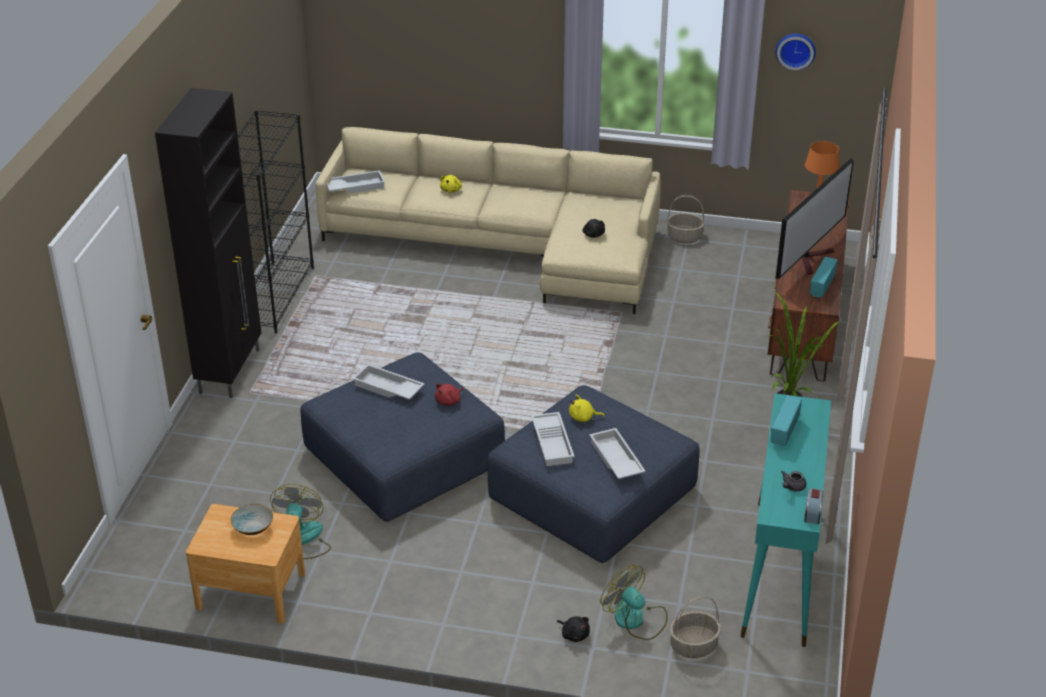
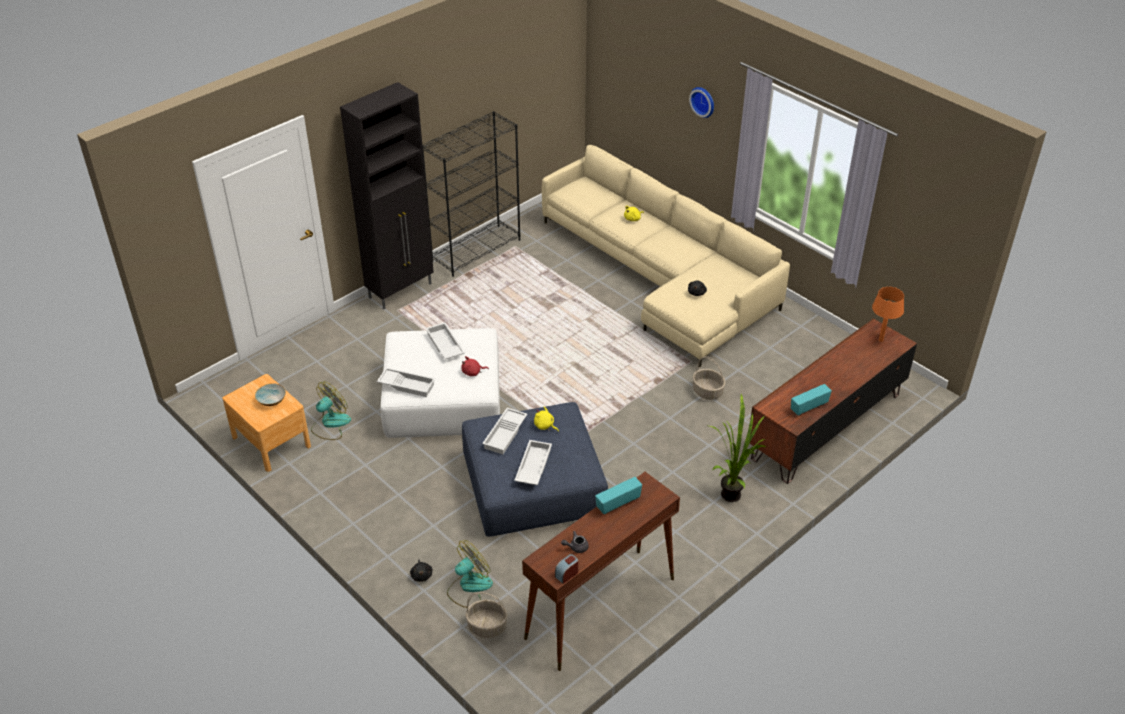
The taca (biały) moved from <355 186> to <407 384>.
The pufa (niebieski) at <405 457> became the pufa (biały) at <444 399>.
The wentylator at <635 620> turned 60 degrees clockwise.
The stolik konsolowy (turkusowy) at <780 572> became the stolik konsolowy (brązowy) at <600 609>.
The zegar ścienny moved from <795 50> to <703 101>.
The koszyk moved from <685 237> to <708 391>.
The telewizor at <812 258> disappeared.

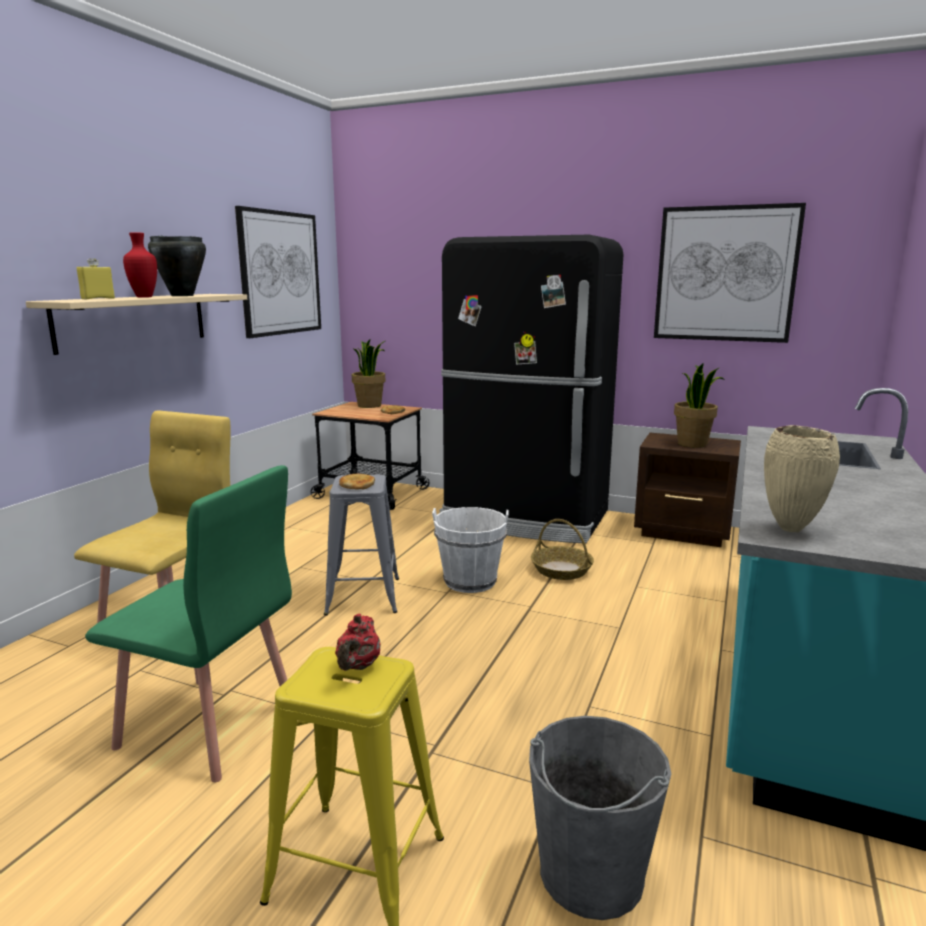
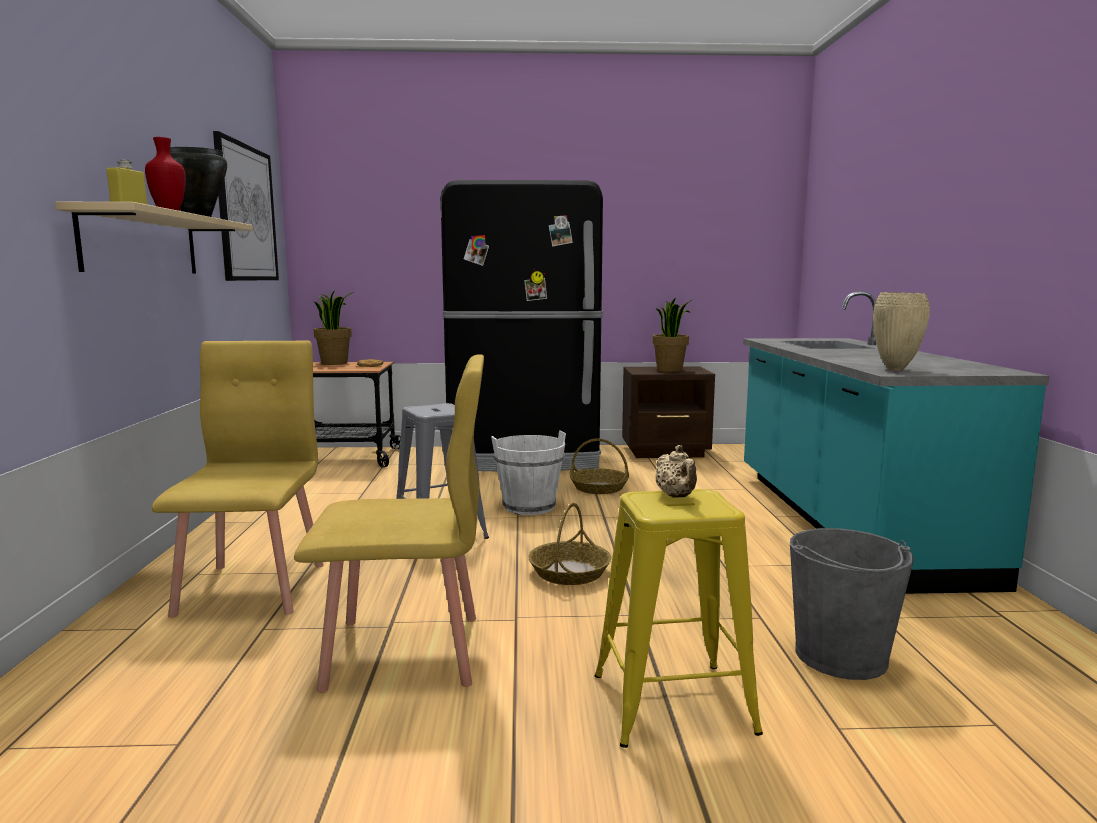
The krzesło (zielony) at <208 727> became the krzesło (żółty) at <406 652>.
The koszyk at <569 572> appeared.
The imbryk (czerwony) at <358 666> became the imbryk (beżowy) at <676 496>.
The chleb at <357 484> disappeared.
The obraz at <725 274> disappeared.

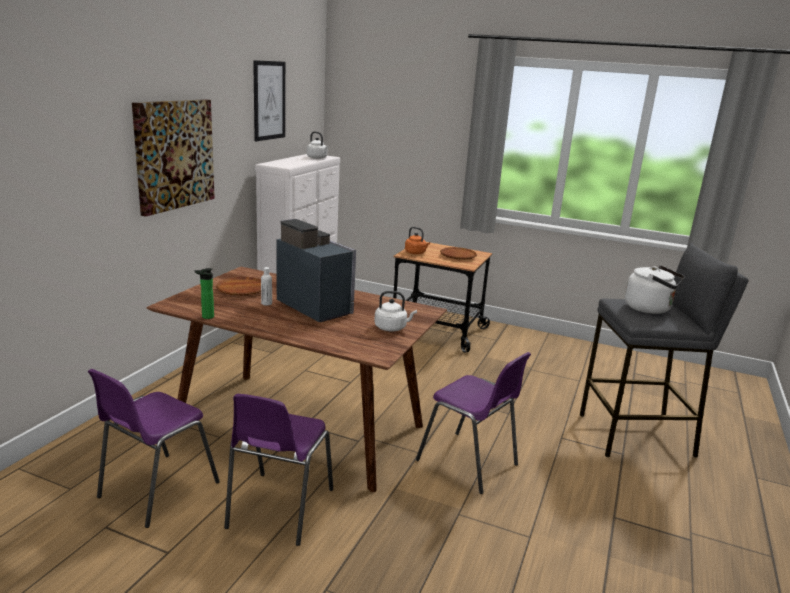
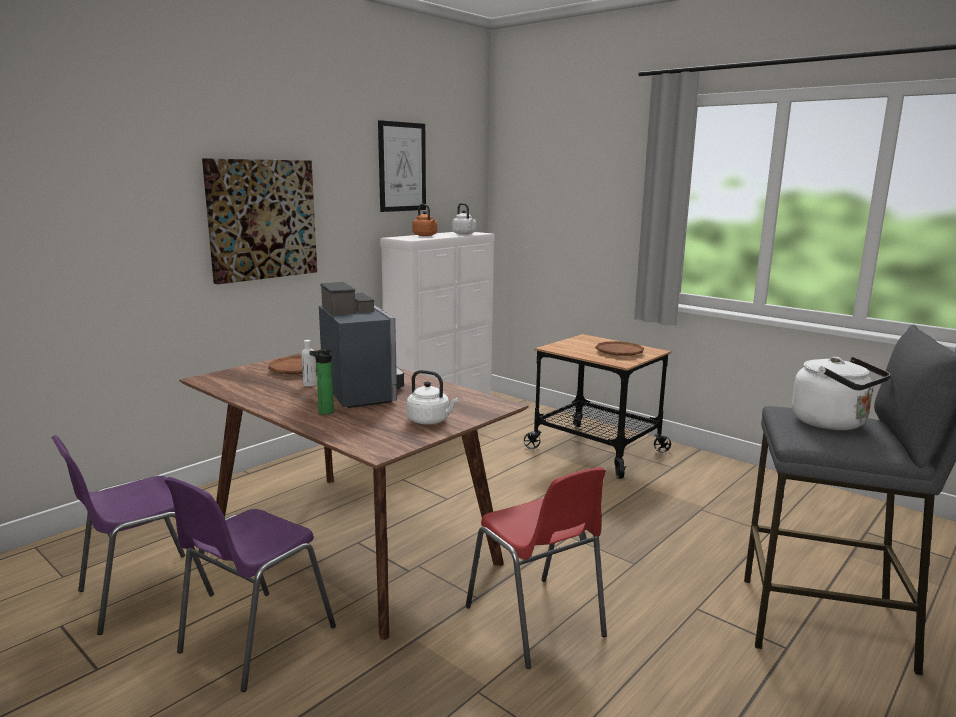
The butelka moved from <206 317> to <323 412>.
The czajnik (pomarańczowy) moved from <416 253> to <425 235>.
The krzesło (fioletowy) at <469 463> became the krzesło (czerwony) at <536 623>.

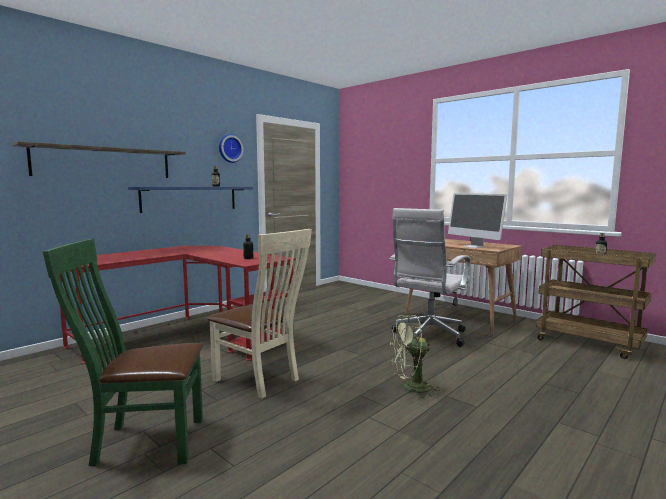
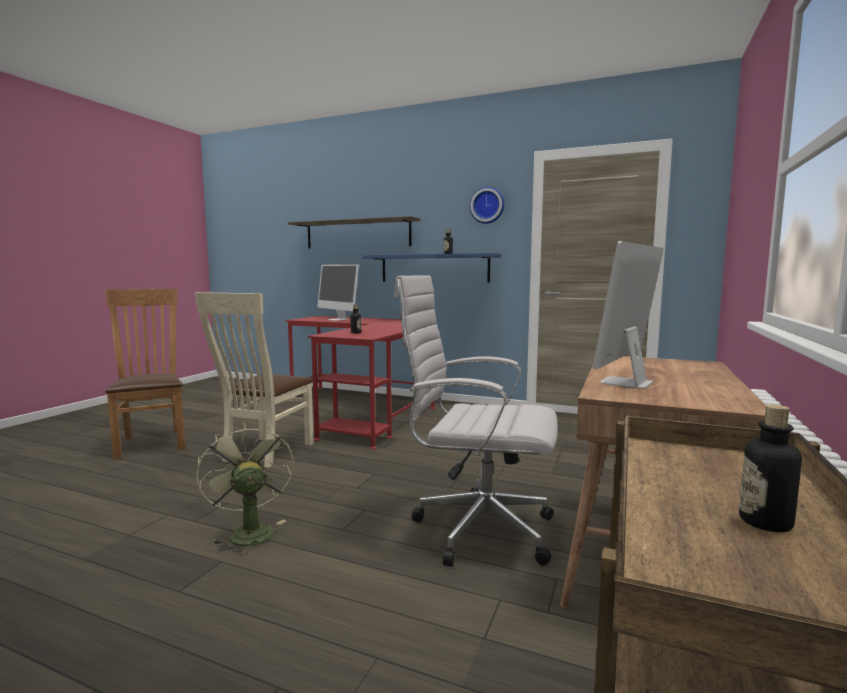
The krzesło (zielony) at <143 442> became the krzesło (brązowy) at <152 442>.
The monitor at <337 319> appeared.

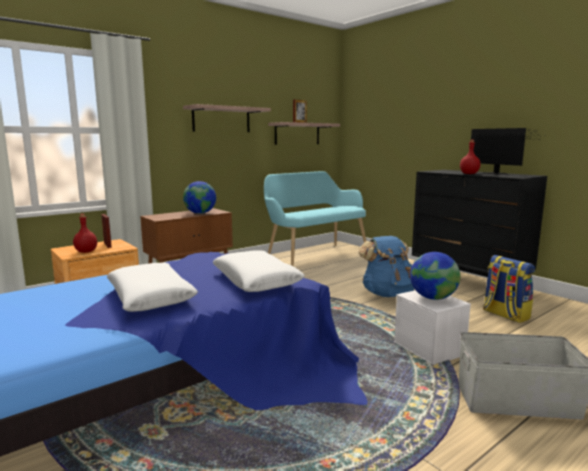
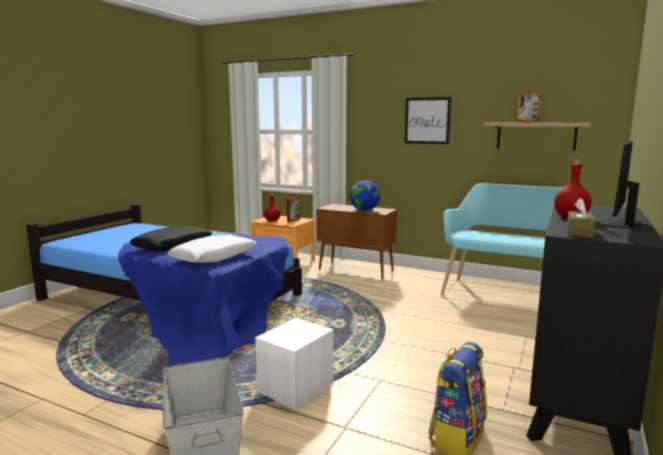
The poduszka (biały) at <151 297> became the poduszka (czarny) at <172 246>.
The półka at <221 119> was replaced by the obraz at <427 120>.
The pudełko chusteczek (brązowy) at <579 232> appeared.
The plecak (niebieski) at <388 294> disappeared.
The globus at <433 298> disappeared.

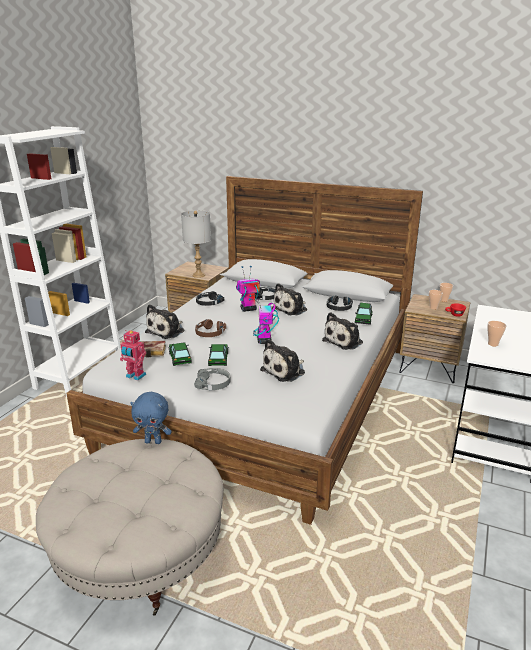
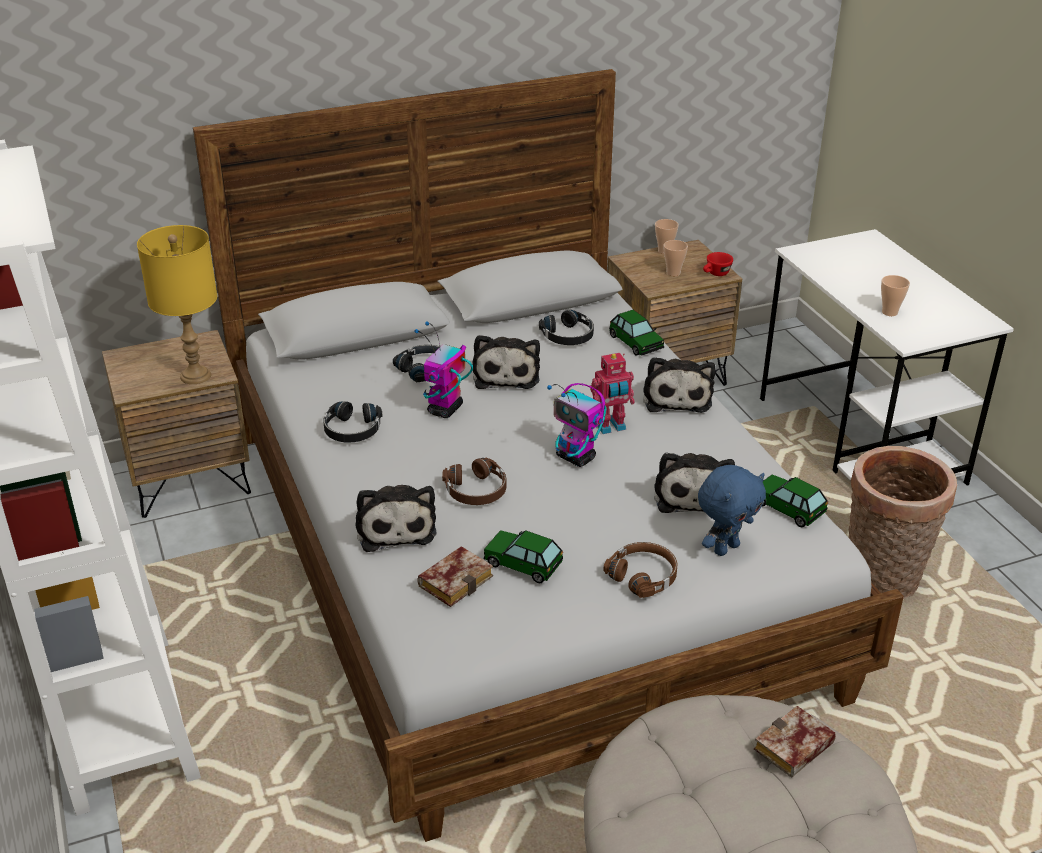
The lampa stołowa (szary) at <198 275> became the lampa stołowa (żółty) at <195 375>.
The robot zabawkowy moved from <135 376> to <611 427>.
The słuchawki (szary) at <213 384> became the słuchawki (brązowy) at <643 576>.
The pluszak (niebieski) moved from <153 441> to <725 548>.
The książka at <793 750> appeared.
The samochodzik moved from <218 359> to <788 507>.
The koszyk at <882 581> appeared.

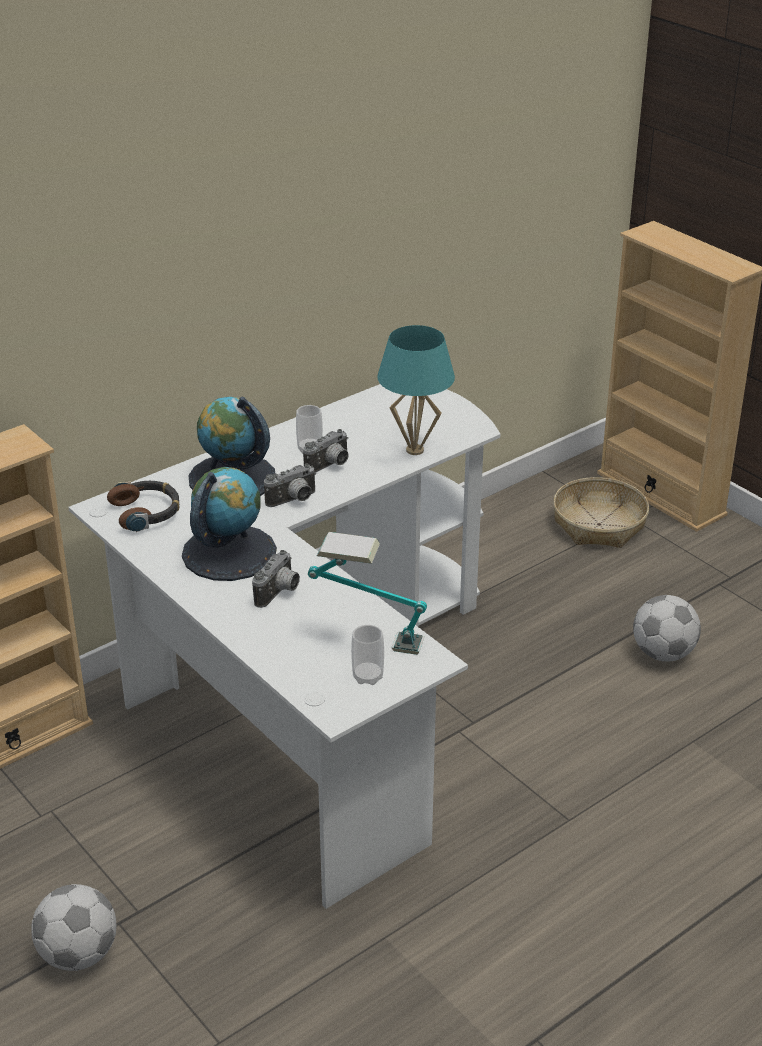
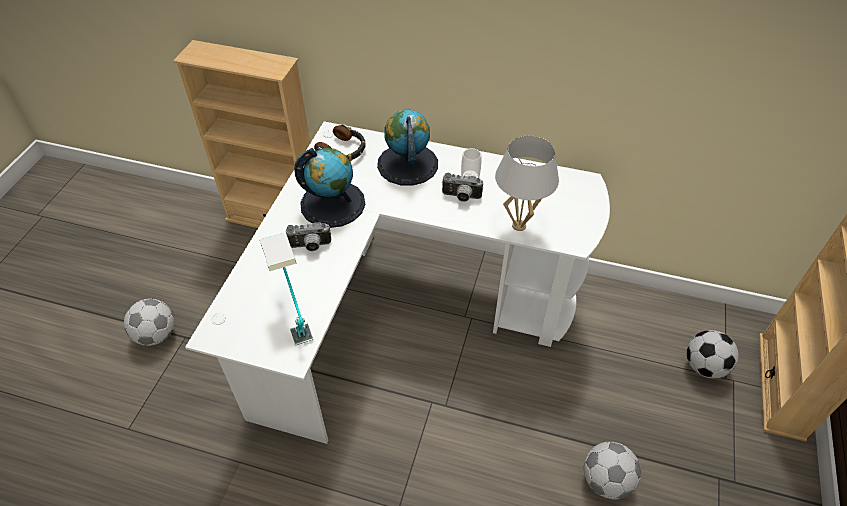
The lampa stołowa (turkusowy) at <415 450> became the lampa stołowa (biały) at <519 225>.
The koszyk at <598 525> was replaced by the piłka futbolowa at <703 366>.
The aparat fotograficzny at <294 501> disappeared.
The filiżanka at <367 677> disappeared.

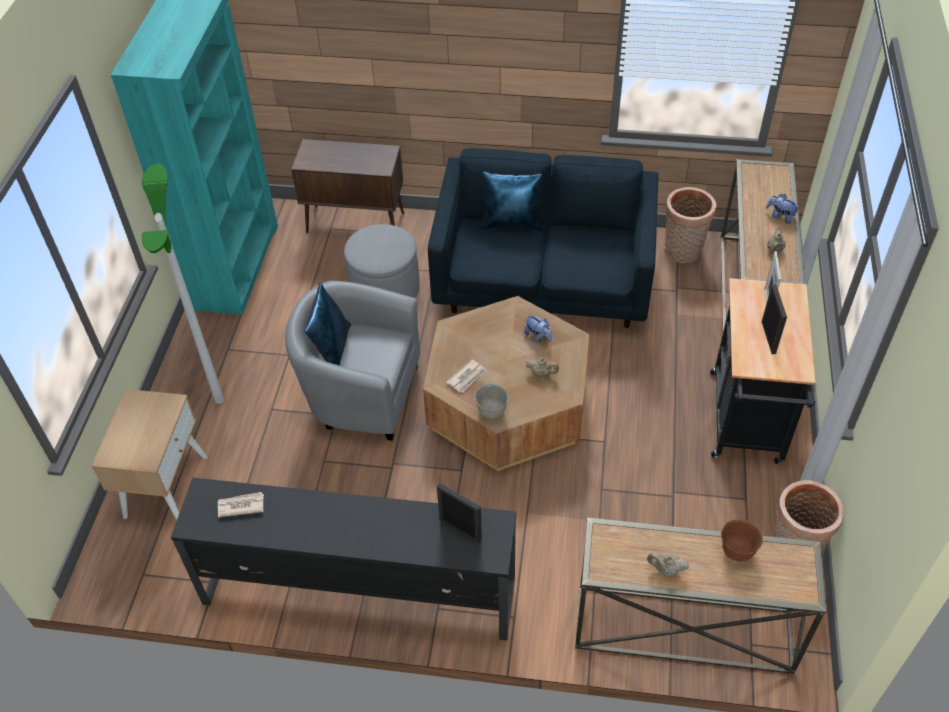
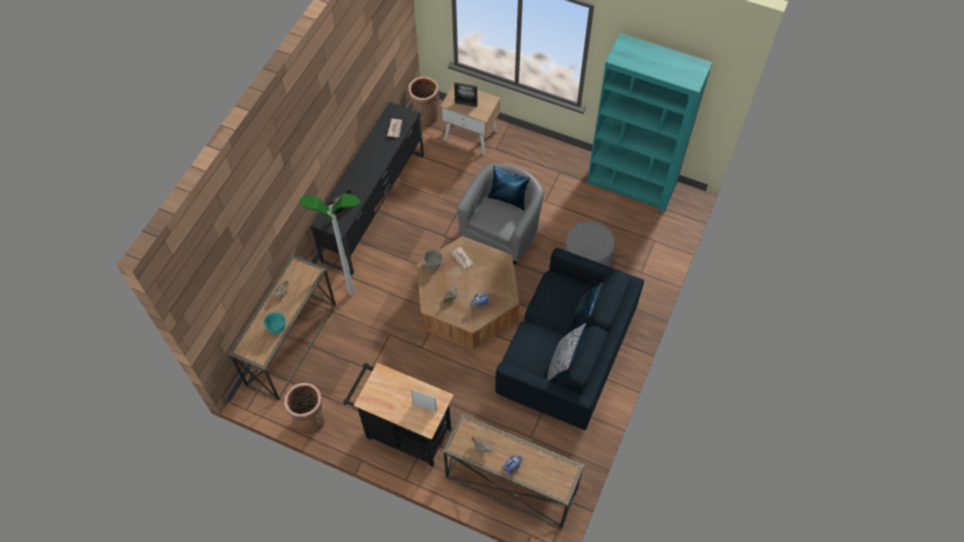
The miska (brązowy) at <736 551> became the miska (turkusowy) at <277 328>.
The lampa stojąca moved from <219 400> to <351 292>.
The koszyk moved from <682 252> to <425 115>.
The ramka na zdjęcie moved from <768 337> to <466 104>.
The poduszka at <564 363> appeared.
The szafka (brązowy) at <356 223> disappeared.

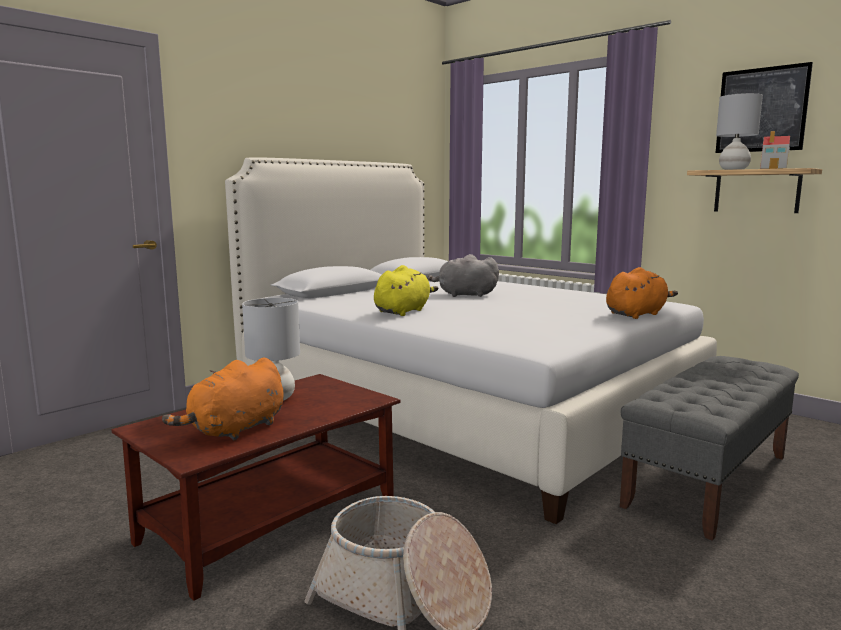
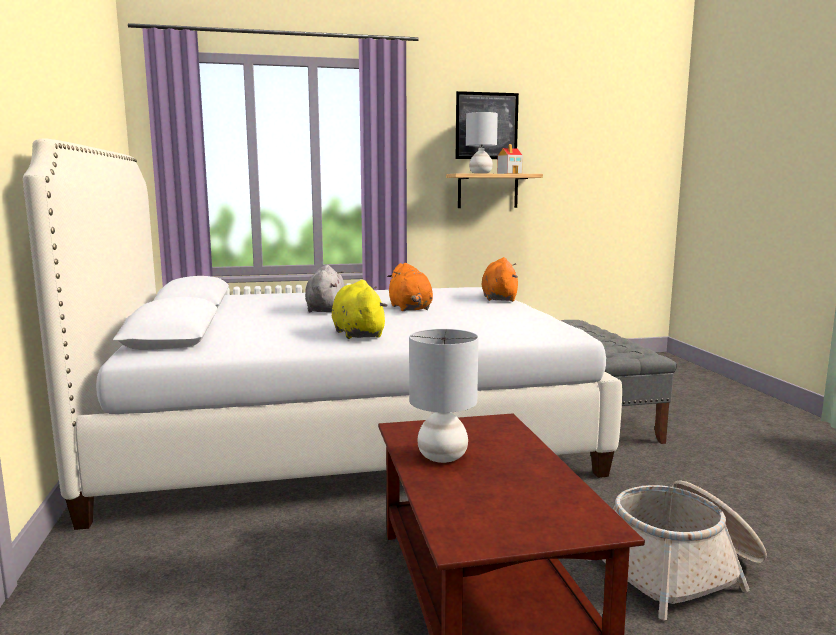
The pluszak (szary) at <464 295> turned 135 degrees clockwise.
The pluszak (pomarańczowy) moved from <235 430> to <410 309>.

